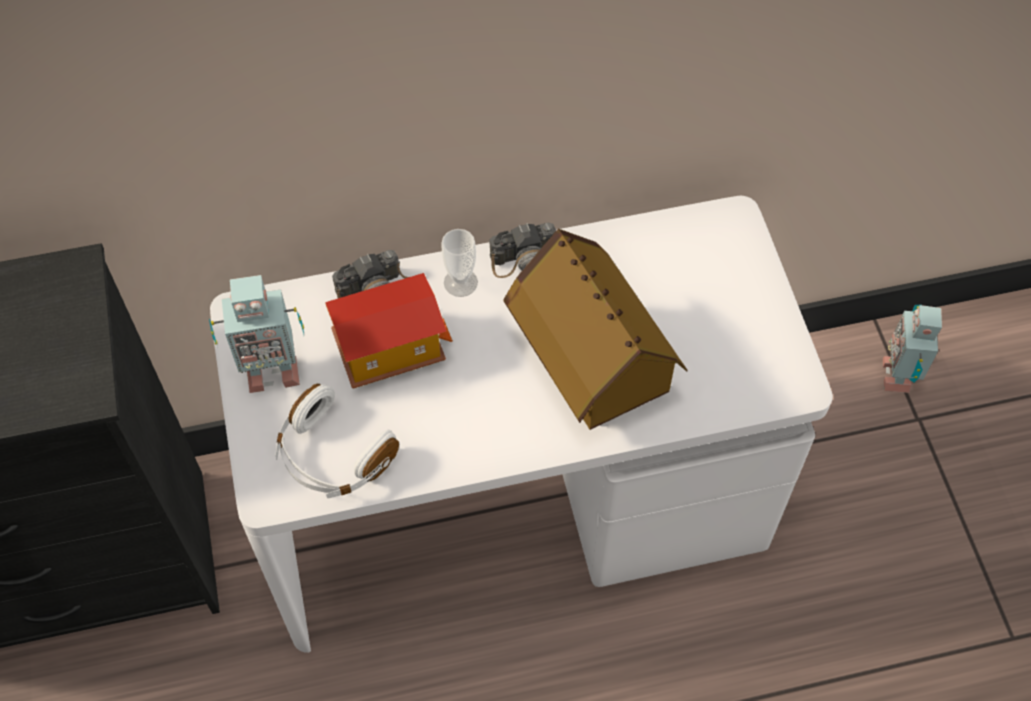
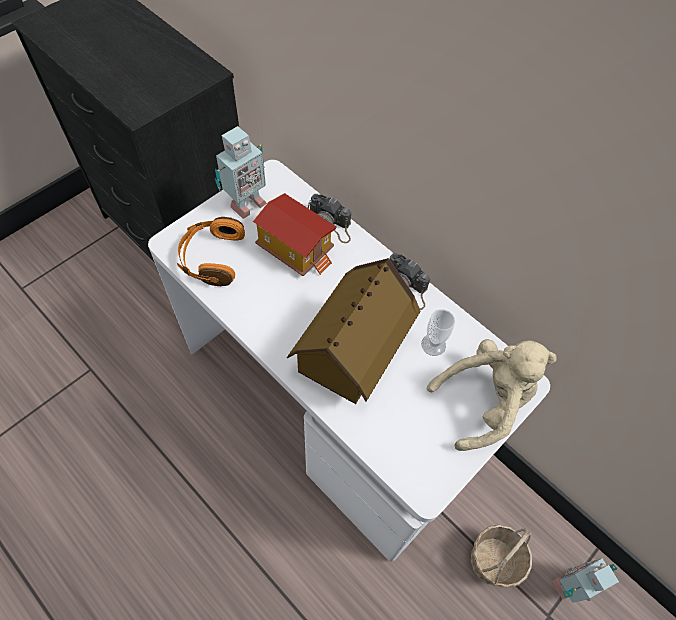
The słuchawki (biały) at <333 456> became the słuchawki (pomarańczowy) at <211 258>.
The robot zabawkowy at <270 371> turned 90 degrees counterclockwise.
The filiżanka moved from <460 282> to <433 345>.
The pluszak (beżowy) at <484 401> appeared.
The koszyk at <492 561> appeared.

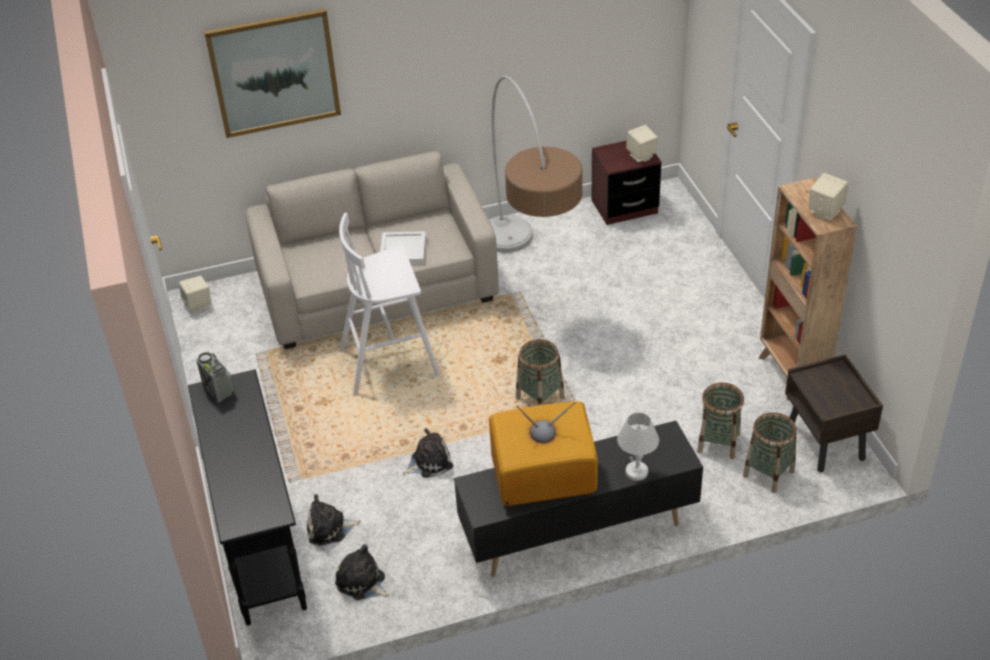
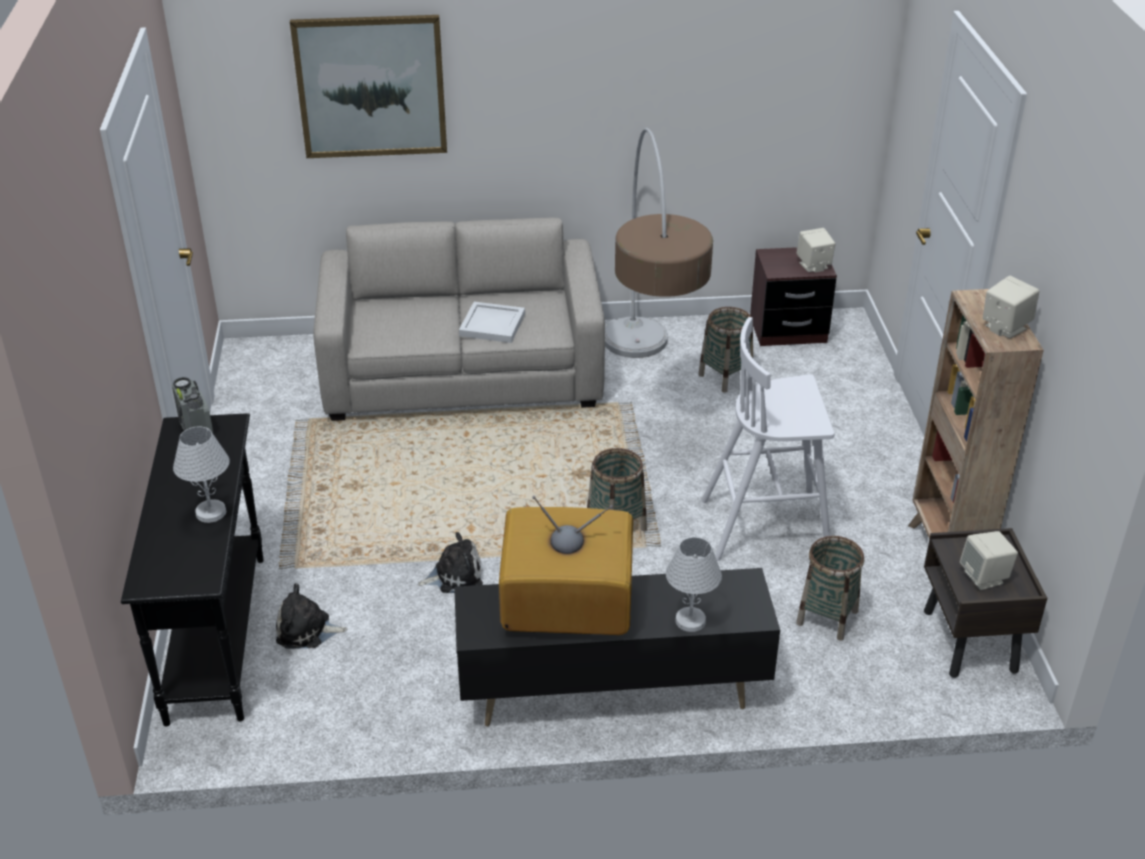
The lampa stołowa (biały) at <211 512> appeared.
The koszyk moved from <768 473> to <725 377>.
The stołek (biały) moved from <391 362> to <767 527>.
The głośnik (beżowy) moved from <198 305> to <984 577>.
The pluszak at <362 583> disappeared.

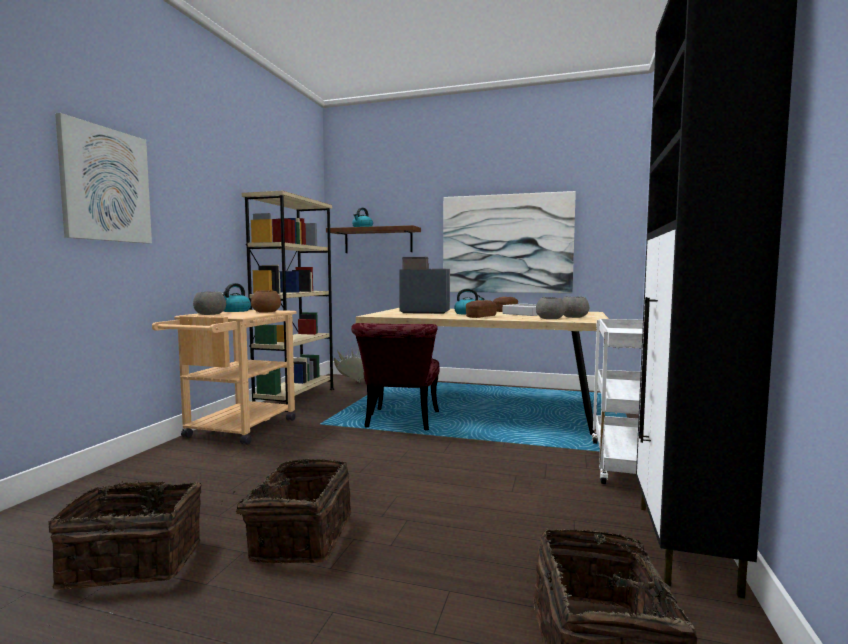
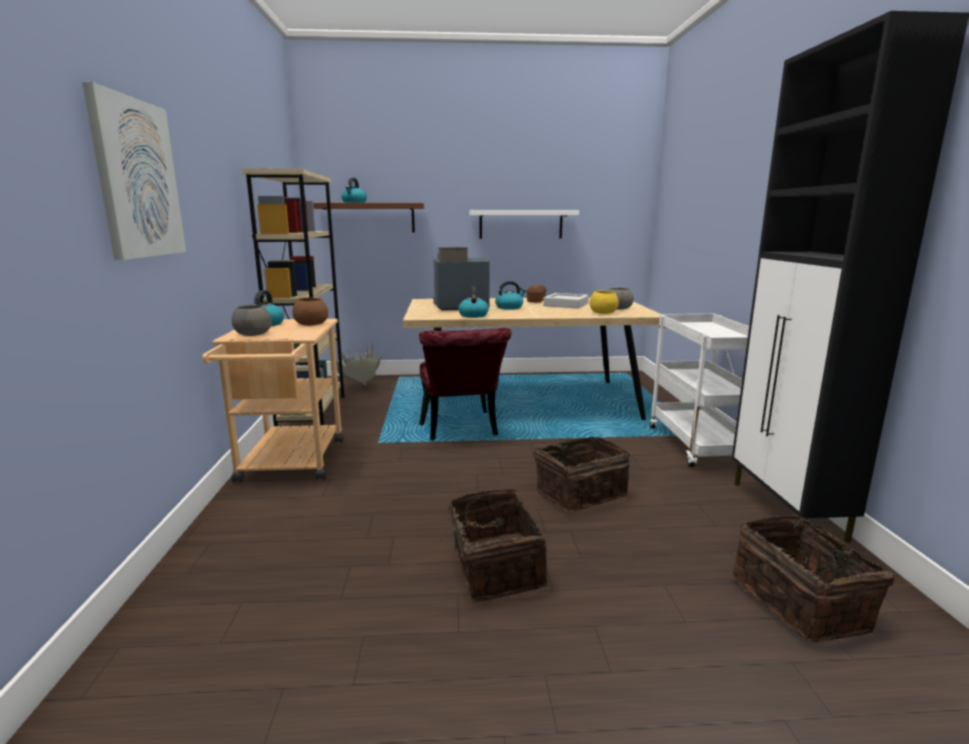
The czajnik at <473 315> appeared.
The obraz at <506 244> was replaced by the półka (biały) at <521 224>.
The koszyk moved from <135 561> to <579 493>.
The miska (szary) at <549 318> became the miska (żółty) at <602 312>.
The chleb at <481 316> disappeared.

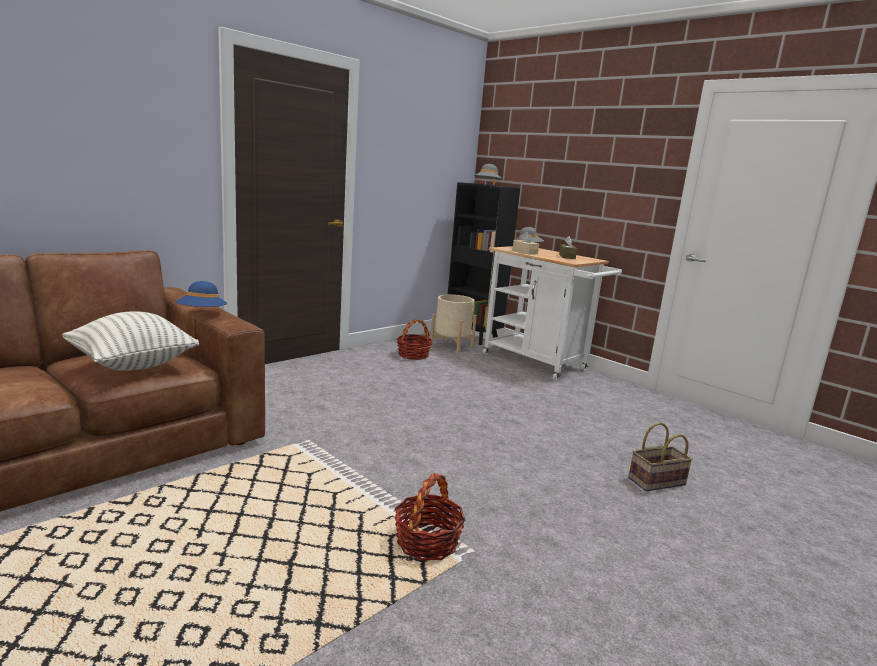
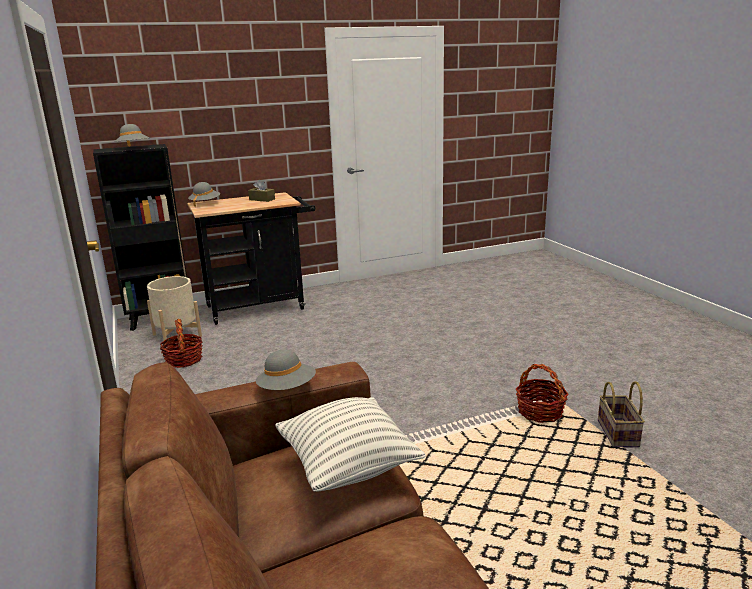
The wózek (biały) at <539 364> became the wózek (czarny) at <261 306>.
The kapelusz (niebieski) at <202 314> became the kapelusz (szary) at <287 389>.
The koszyk moved from <656 482> to <619 434>.
The pudełko chusteczek (beżowy) at <525 252> disappeared.

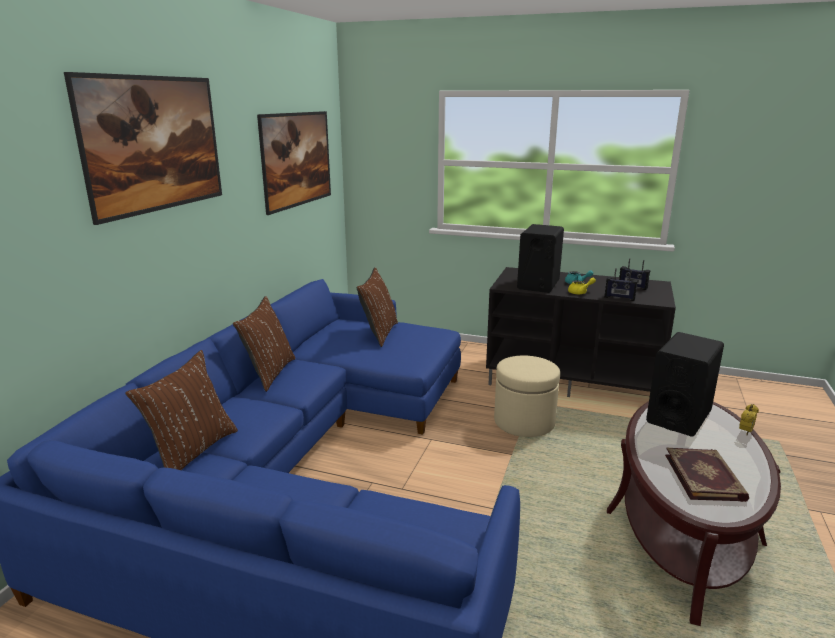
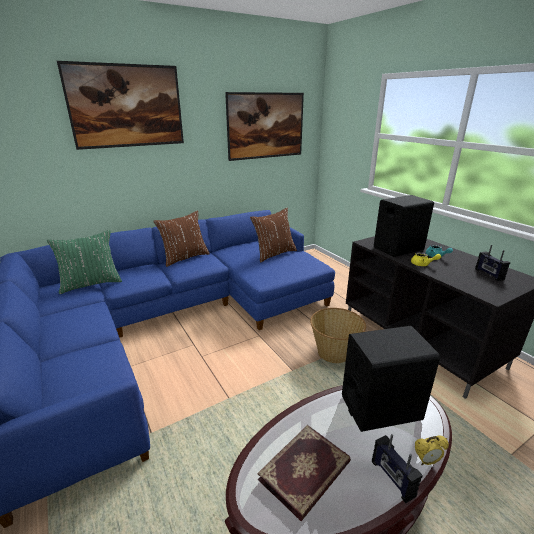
The poduszka (brązowy) at <192 452> became the poduszka (zielony) at <91 284>.
The pufa (beżowy) at <524 422> was replaced by the koszyk at <334 353>.
The radio moved from <619 298> to <392 478>.

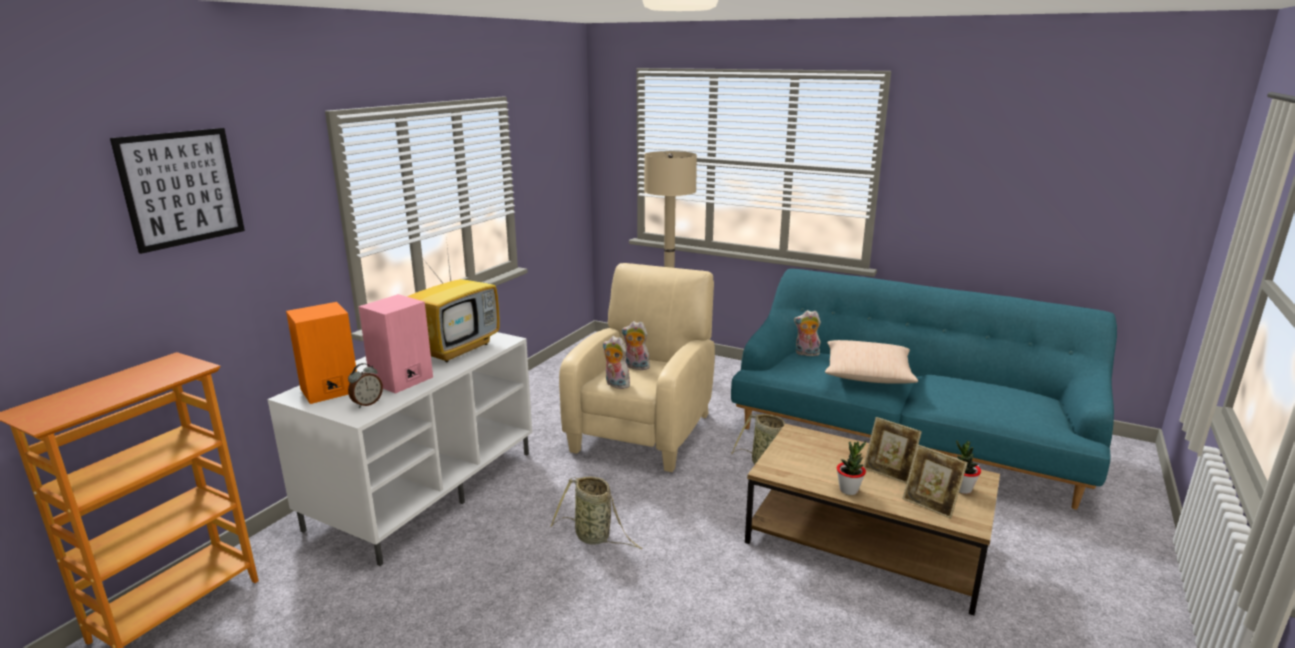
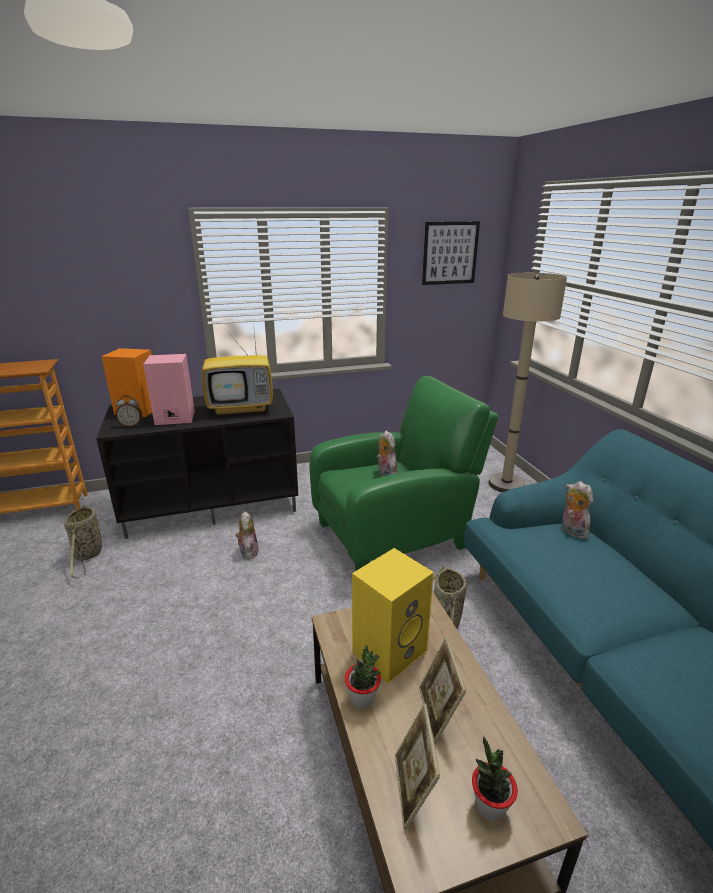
The koszyk moved from <595 537> to <88 555>.
The szafka pod telewizor (biały) at <424 488> became the szafka pod telewizor (czarny) at <213 503>.
The pluszak moved from <615 384> to <248 551>.
The fotel (beżowy) at <645 429> became the fotel (zielony) at <396 534>.
The głośnik (żółty) at <389 649> appeared.
The obraz moved from <182 188> to <450 253>.
The poduszka (beżowy) at <867 374> disappeared.

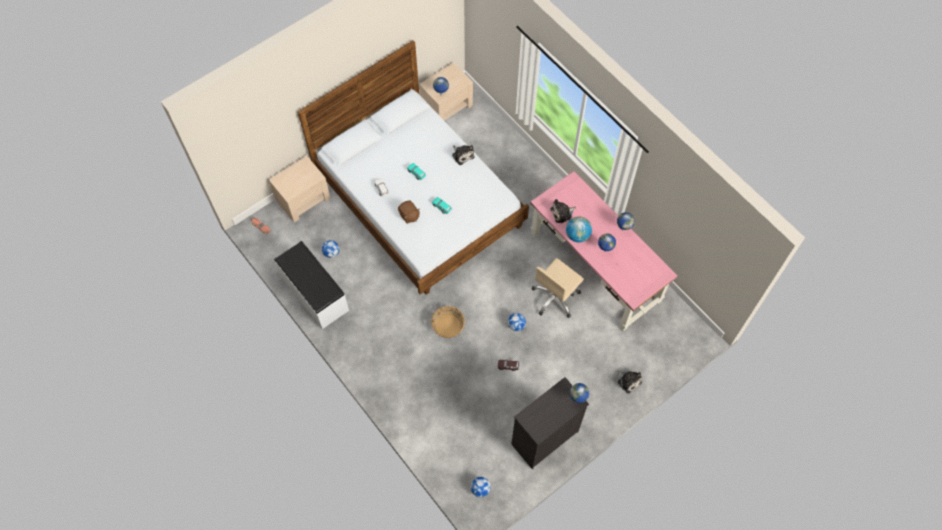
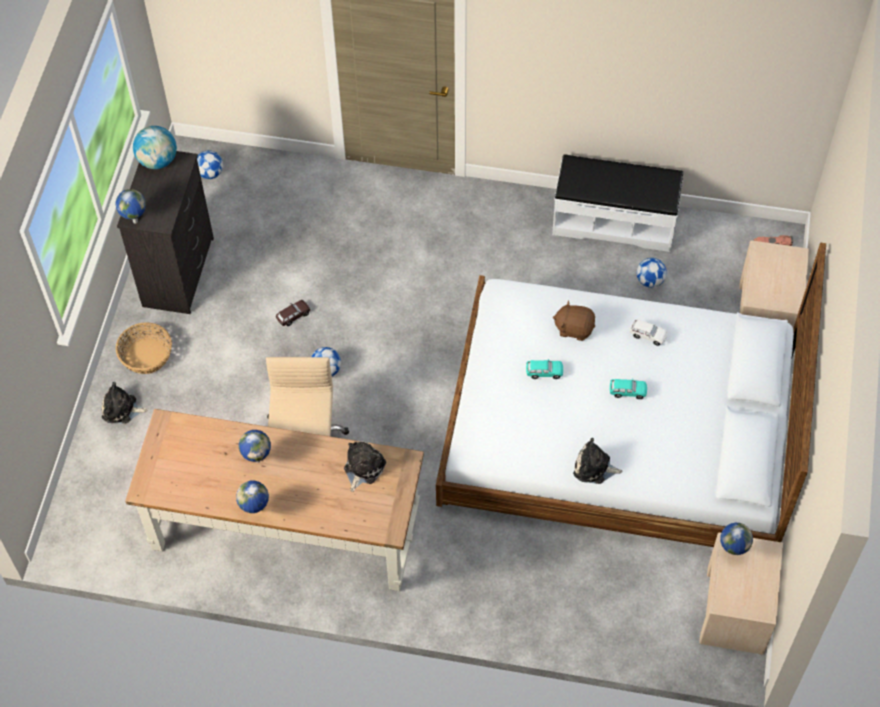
The koszyk moved from <448 326> to <147 356>.
The biurko (różowy) at <596 267> became the biurko (brązowy) at <284 528>.
The globus moved from <577 235> to <158 160>.

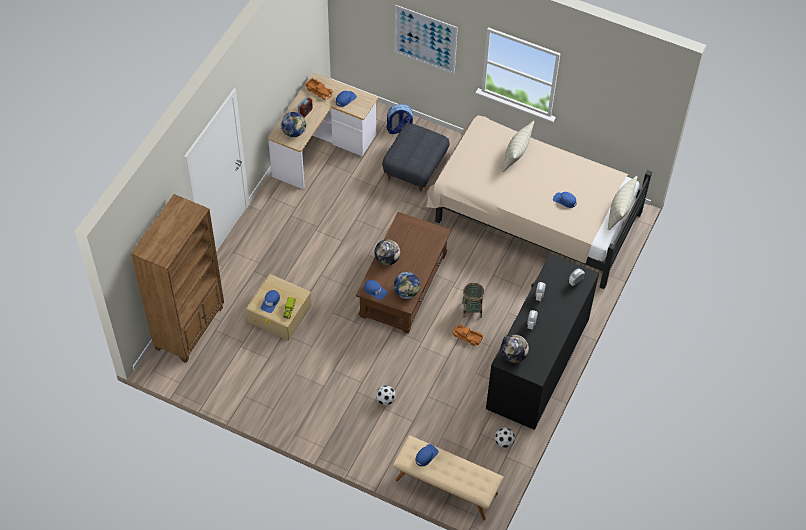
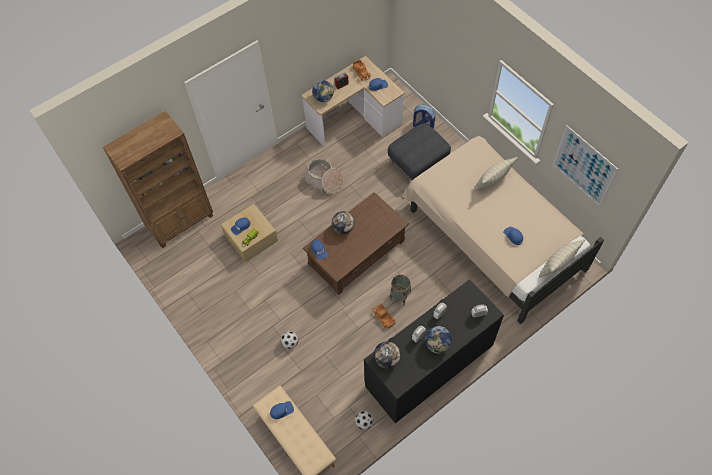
The koszyk at <324 181> appeared.
The globus moved from <406 292> to <437 344>.
The obraz moved from <425 39> to <583 166>.

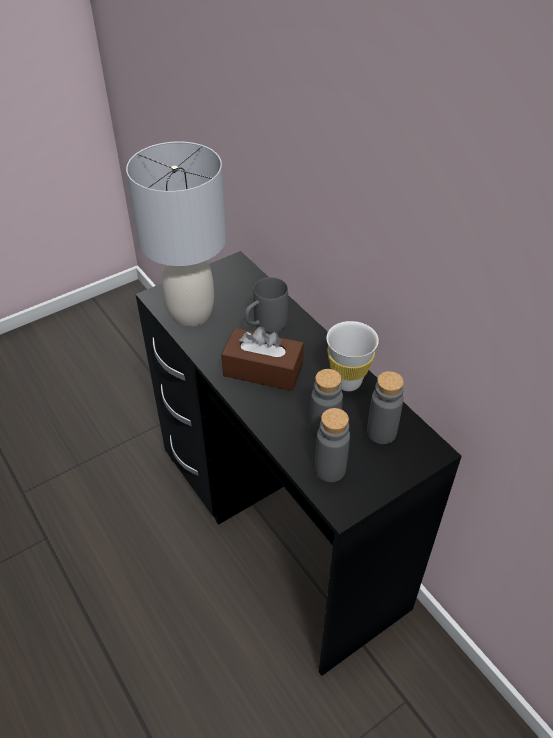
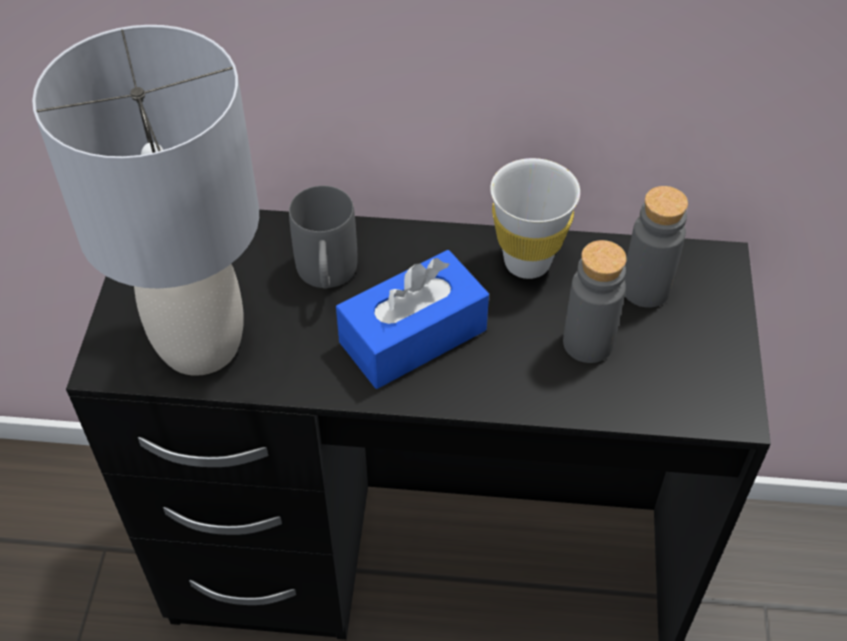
The pudełko chusteczek (brązowy) at <263 370> became the pudełko chusteczek (niebieski) at <413 336>.
The butelka (szary) at <330 469> disappeared.

